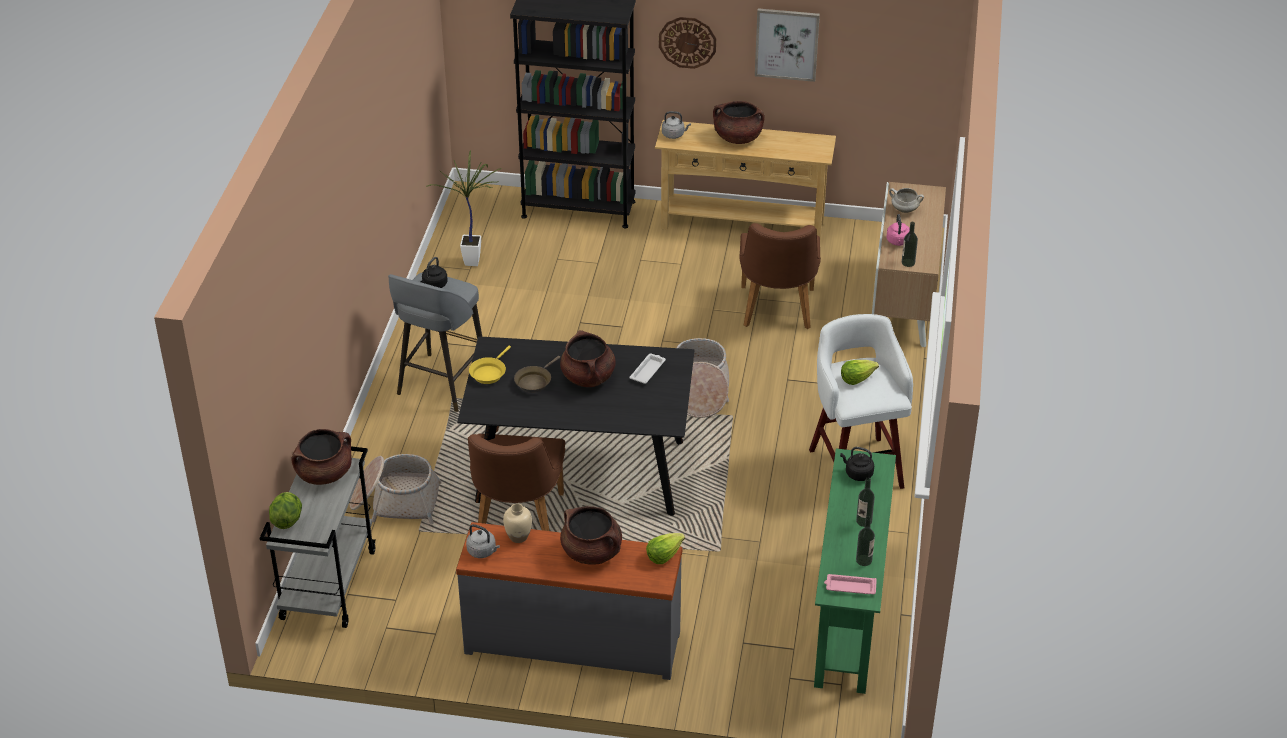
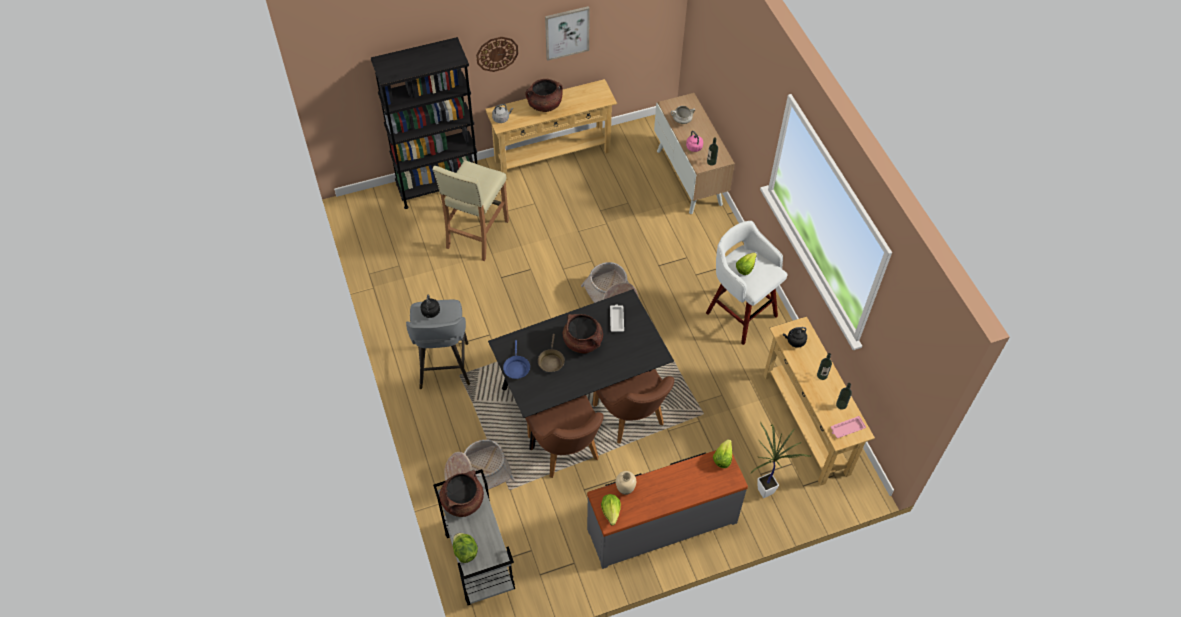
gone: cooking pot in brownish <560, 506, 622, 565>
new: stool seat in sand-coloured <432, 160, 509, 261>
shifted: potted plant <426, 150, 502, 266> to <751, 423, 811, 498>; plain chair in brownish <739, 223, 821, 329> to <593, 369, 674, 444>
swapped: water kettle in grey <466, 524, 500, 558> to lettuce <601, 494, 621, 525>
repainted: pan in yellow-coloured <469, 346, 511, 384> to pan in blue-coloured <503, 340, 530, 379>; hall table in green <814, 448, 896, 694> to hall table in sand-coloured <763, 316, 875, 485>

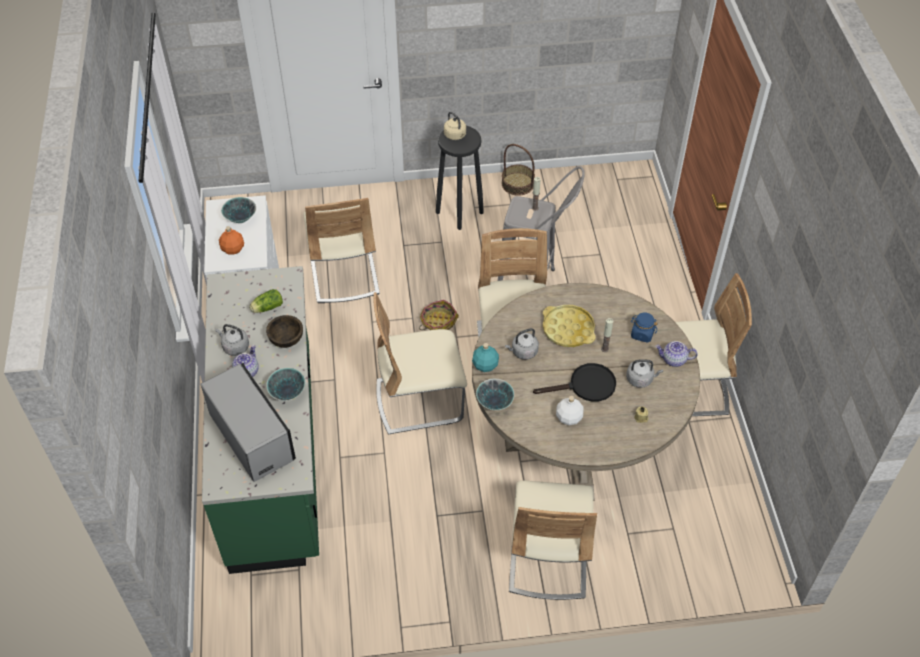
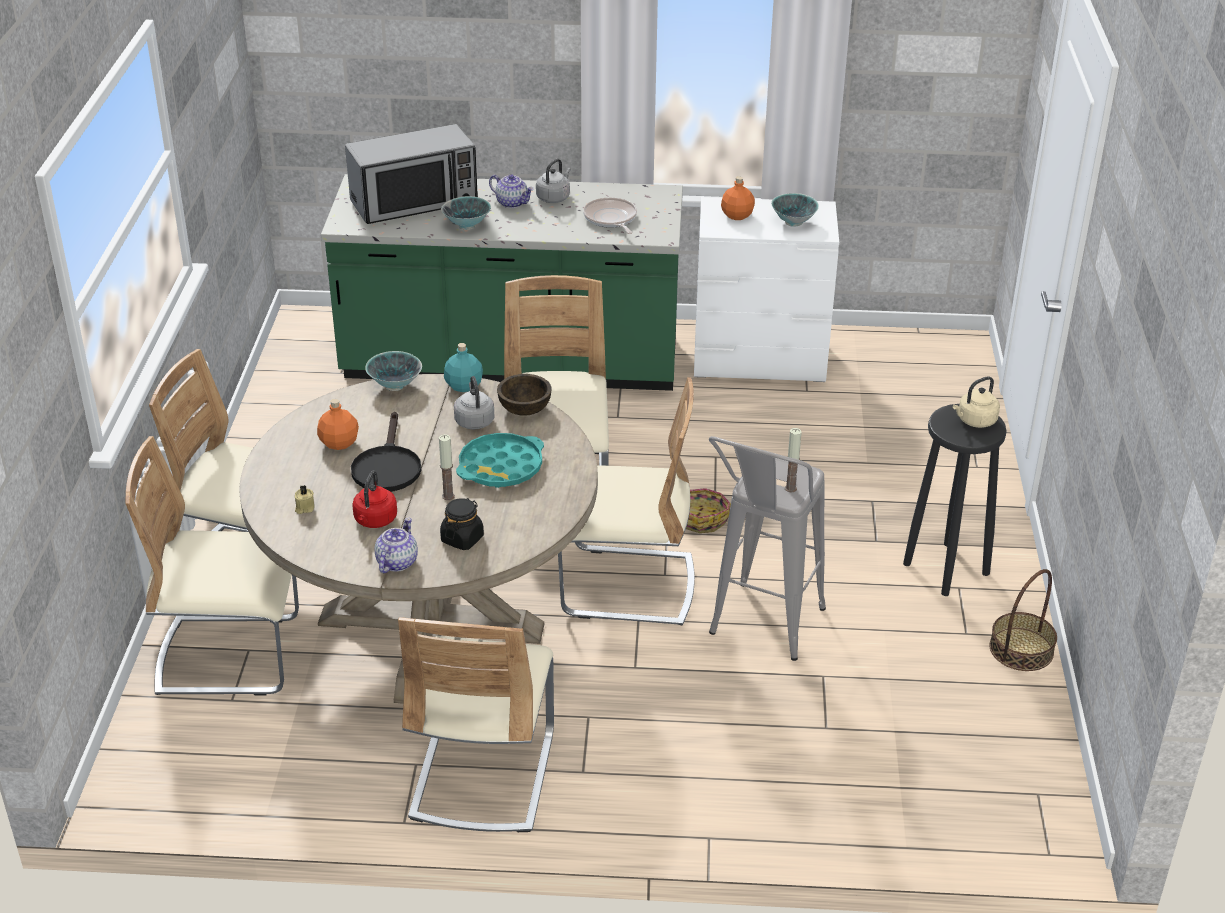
shifted: deep dish in brownish <266, 315, 303, 348> to <497, 374, 552, 416>; plain chair in sand-coloured <303, 198, 380, 303> to <126, 436, 299, 695>
swapped: lettuce <249, 289, 283, 313> to pan <583, 198, 637, 234>
repainted: serving tray in yellow-coloured <543, 305, 596, 347> to serving tray in blue-green <456, 433, 544, 488>; bottle in white <556, 396, 584, 425> to bottle in orangey <317, 399, 359, 450>; water kettle in grey <626, 359, 663, 388> to water kettle in reddish <352, 471, 397, 528>; preserve jar in blue-coloured <631, 313, 658, 343> to preserve jar in blackish <440, 498, 484, 550>

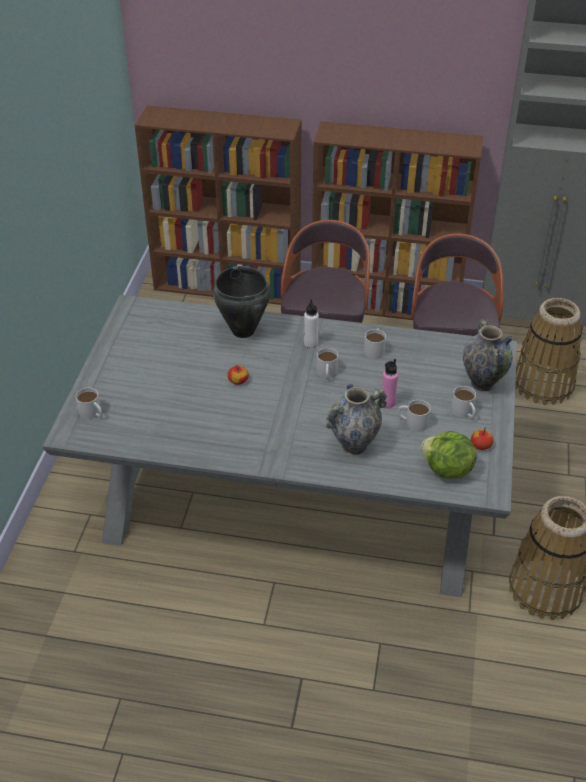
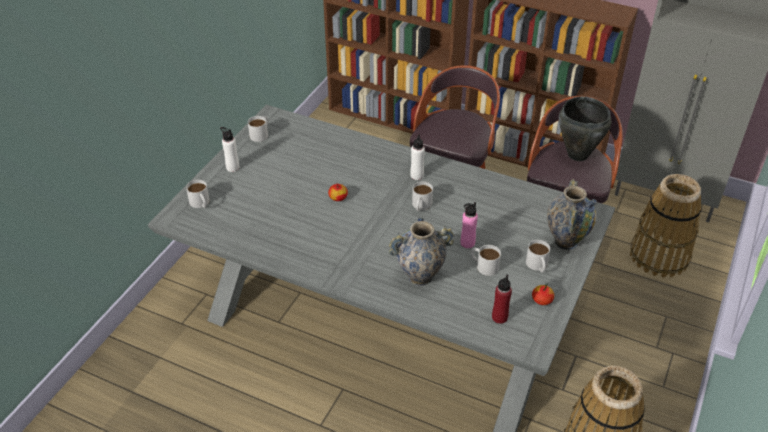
new: bottle in white <220, 127, 239, 172>
shifted: cooking pot in blackish <213, 266, 271, 338> to <559, 96, 612, 161>; coffee mug in white <364, 328, 386, 359> to <248, 116, 268, 142>
swapped: lettuce <421, 431, 477, 479> to bottle in reddish <492, 274, 512, 324>

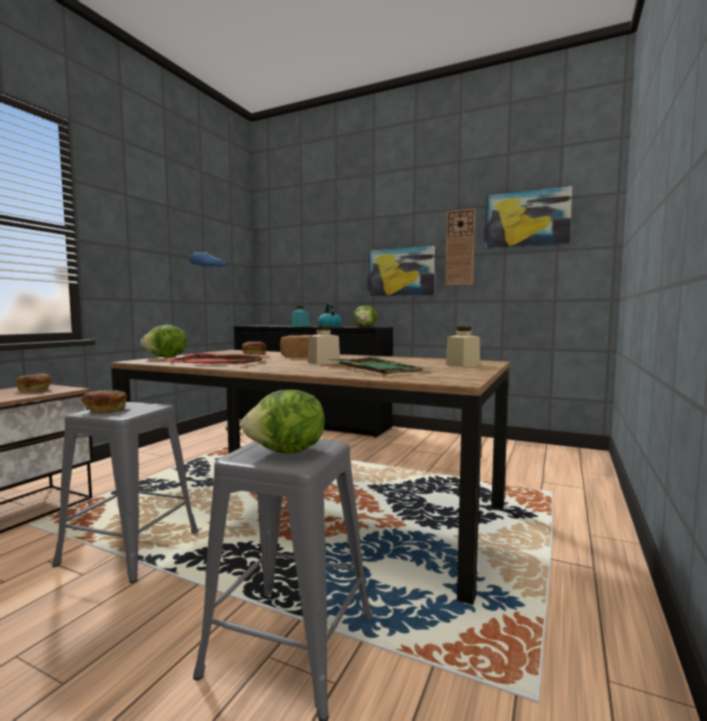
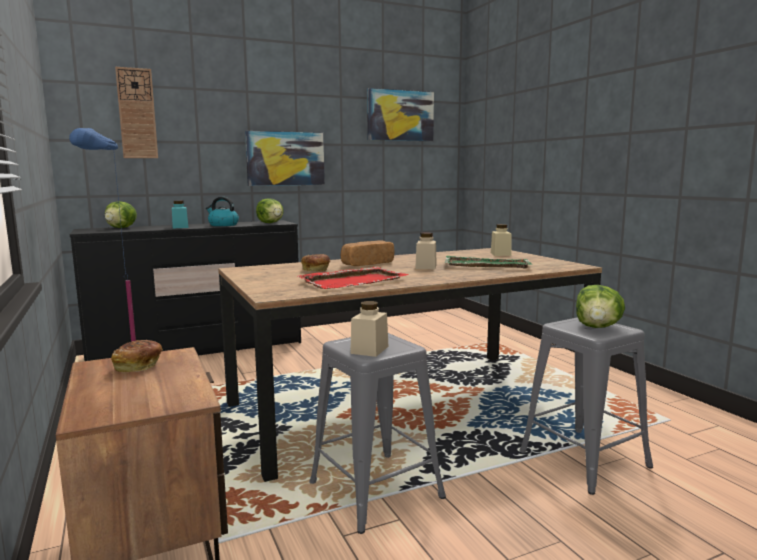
shifted: lettuce <140, 325, 187, 357> to <105, 201, 137, 228>; hanging clock <445, 208, 475, 286> to <115, 67, 158, 158>
swapped: baked bread <81, 390, 127, 413> to preserve jar in sand-coloured <350, 301, 389, 357>

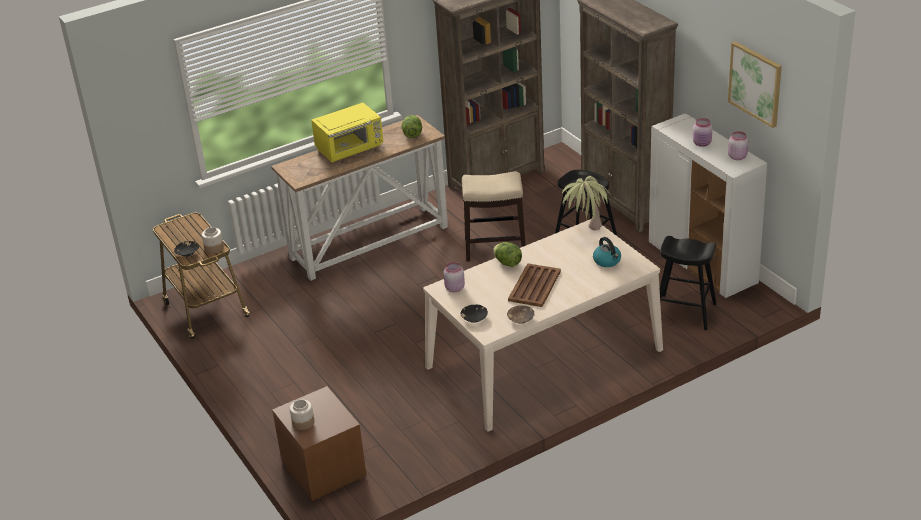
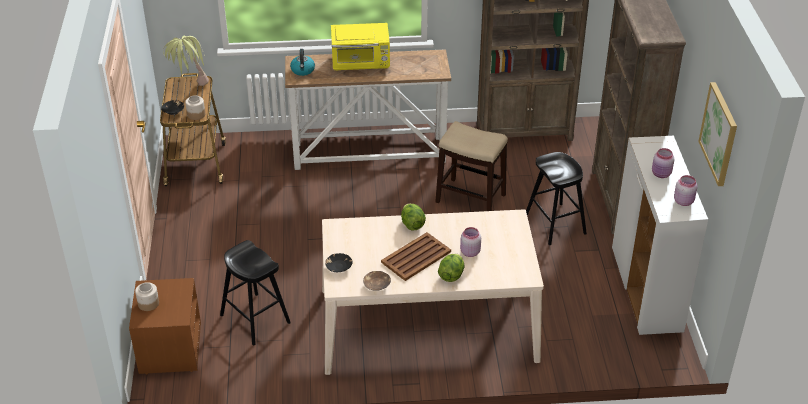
shifted: lettuce <402, 115, 422, 138> to <438, 254, 464, 282>; preserve jar in pink-coloured <444, 262, 465, 292> to <460, 227, 481, 257>; potted plant <562, 176, 610, 231> to <163, 36, 209, 86>; water kettle <593, 237, 621, 267> to <290, 49, 315, 76>; stool seat in blackish <660, 236, 717, 330> to <220, 240, 291, 345>

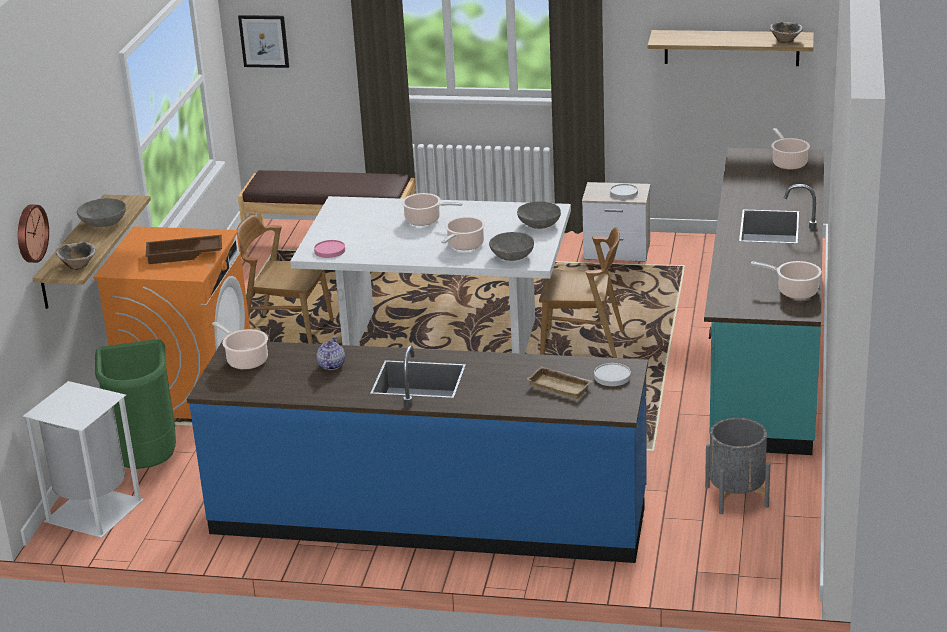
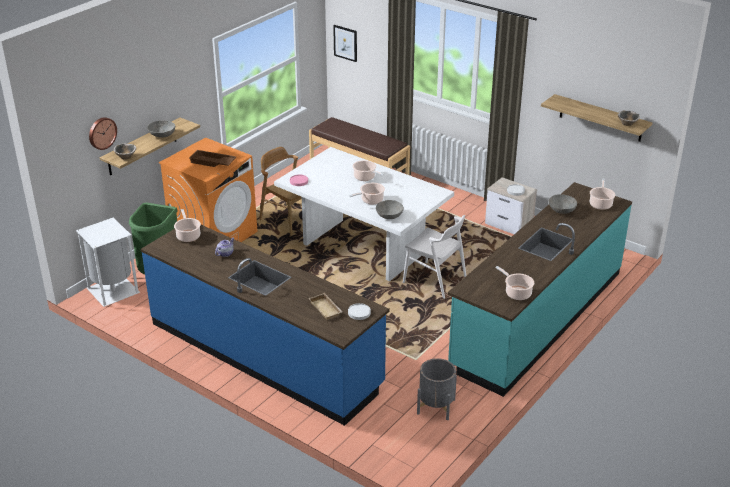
shifted: deep dish in grey <517, 201, 561, 229> to <549, 194, 577, 214>
repainted: plain chair in brownish <539, 227, 624, 358> to plain chair in white <403, 215, 466, 299>

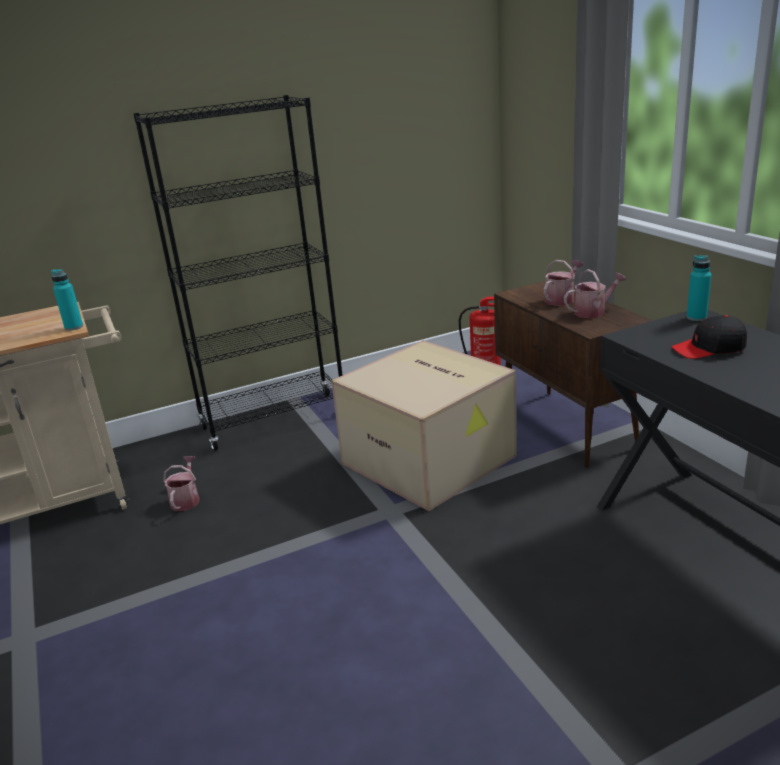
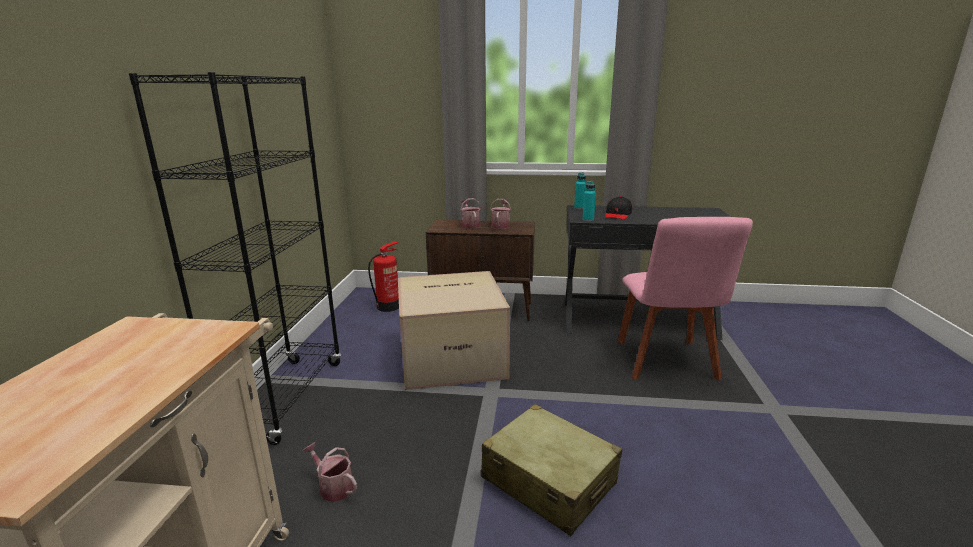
new: suitcase in sand-coloured <481, 404, 622, 536>; plain chair in pink-coloured <618, 217, 753, 381>
shifted: bottle in blue-green <51, 269, 83, 331> to <582, 181, 596, 221>

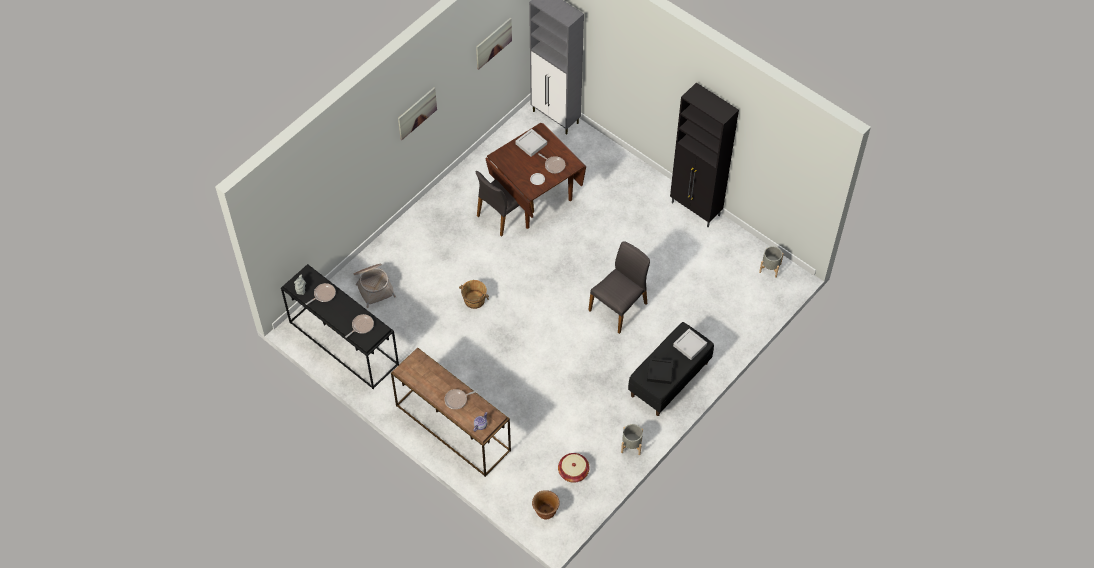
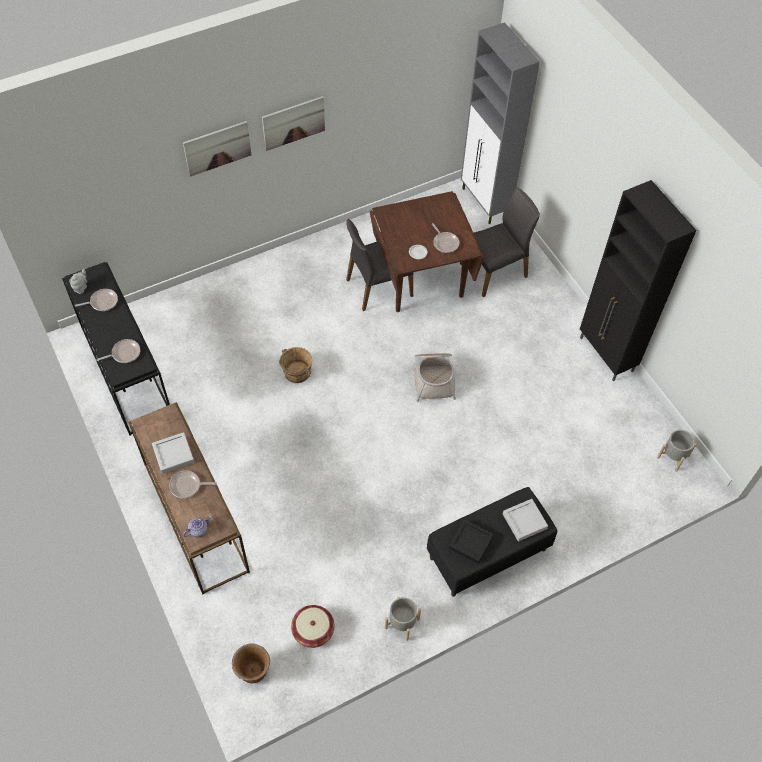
shifted: basket <354, 264, 396, 308> to <413, 354, 456, 402>; wall picture <476, 18, 512, 70> to <183, 121, 251, 177>; serving tray in grey <515, 129, 547, 157> to <152, 432, 195, 474>; plain chair in grey <588, 241, 650, 334> to <460, 188, 540, 297>

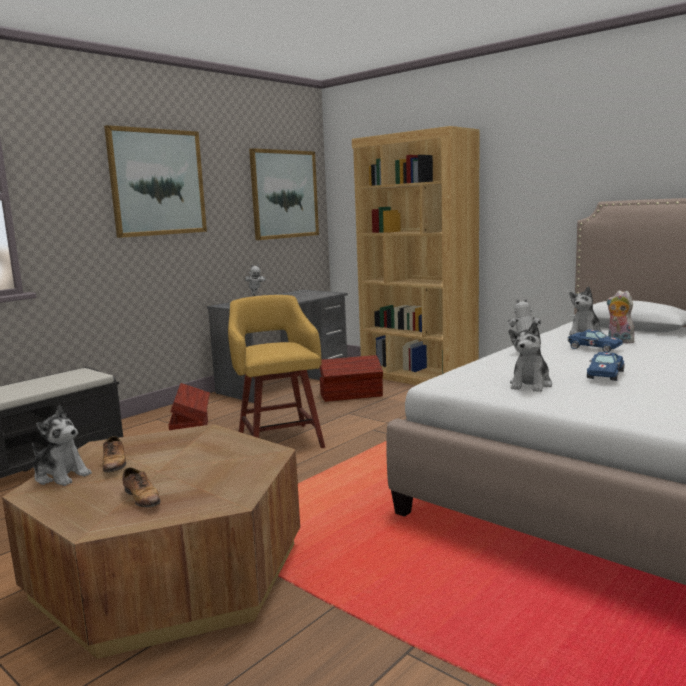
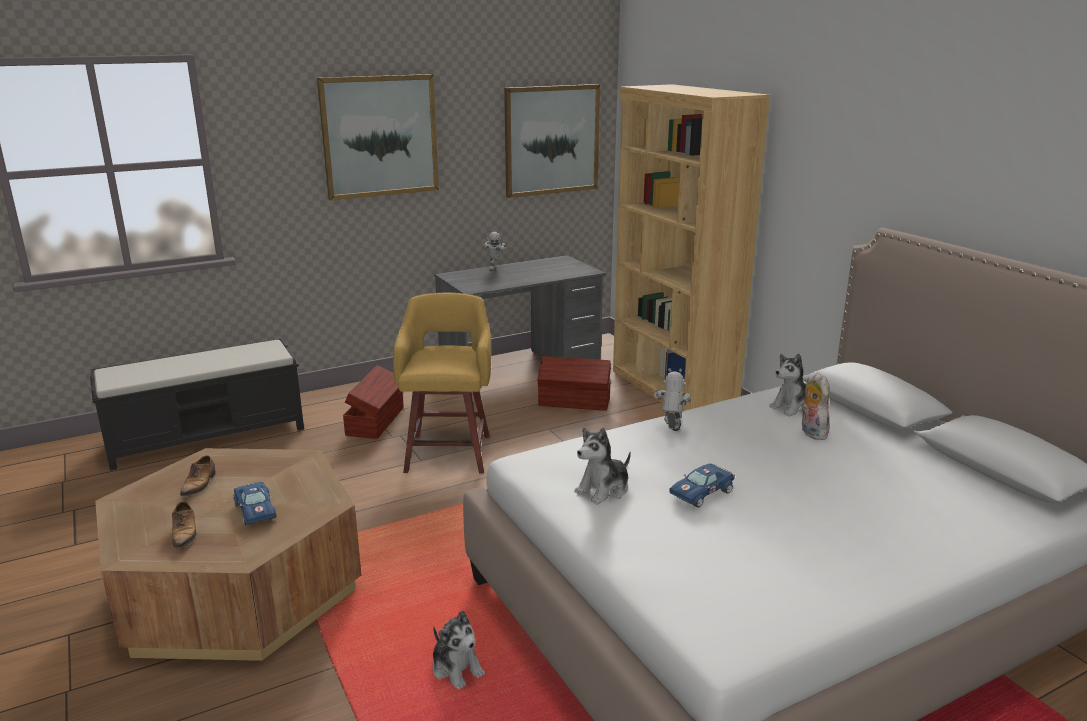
shifted: cuddly toy <32, 405, 92, 486> to <432, 610, 485, 690>; toy car in blue-coloured <568, 330, 623, 352> to <233, 481, 276, 525>

